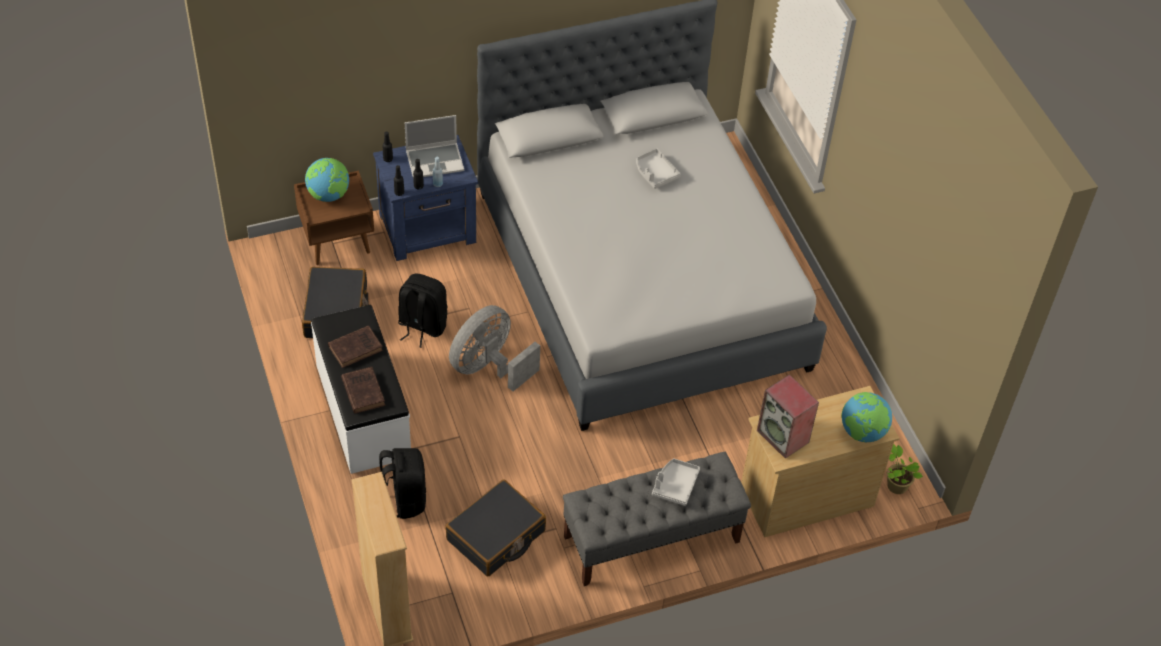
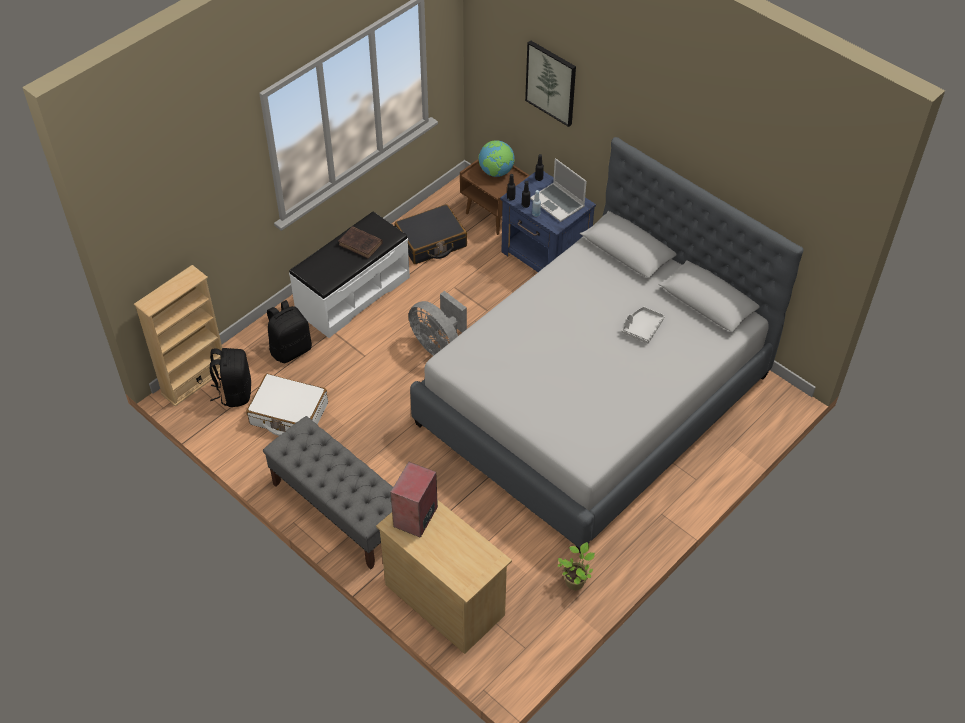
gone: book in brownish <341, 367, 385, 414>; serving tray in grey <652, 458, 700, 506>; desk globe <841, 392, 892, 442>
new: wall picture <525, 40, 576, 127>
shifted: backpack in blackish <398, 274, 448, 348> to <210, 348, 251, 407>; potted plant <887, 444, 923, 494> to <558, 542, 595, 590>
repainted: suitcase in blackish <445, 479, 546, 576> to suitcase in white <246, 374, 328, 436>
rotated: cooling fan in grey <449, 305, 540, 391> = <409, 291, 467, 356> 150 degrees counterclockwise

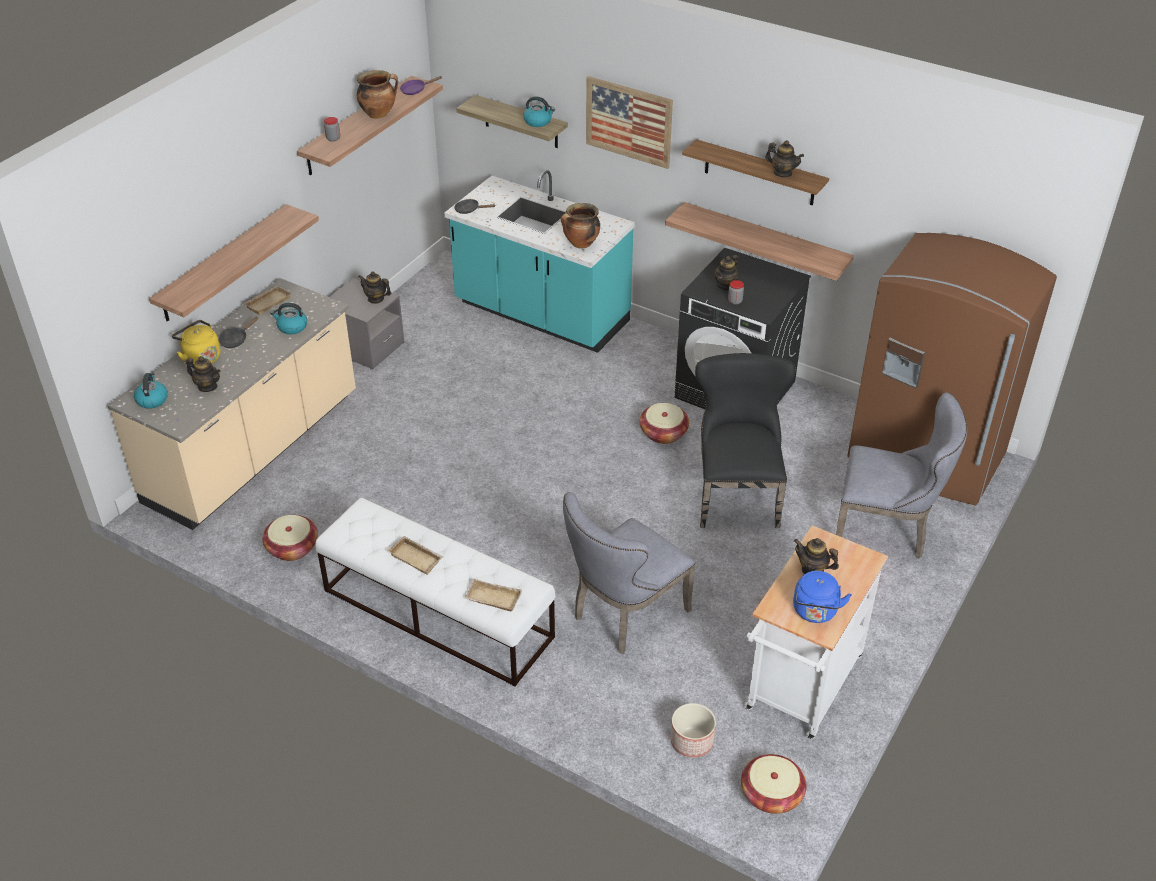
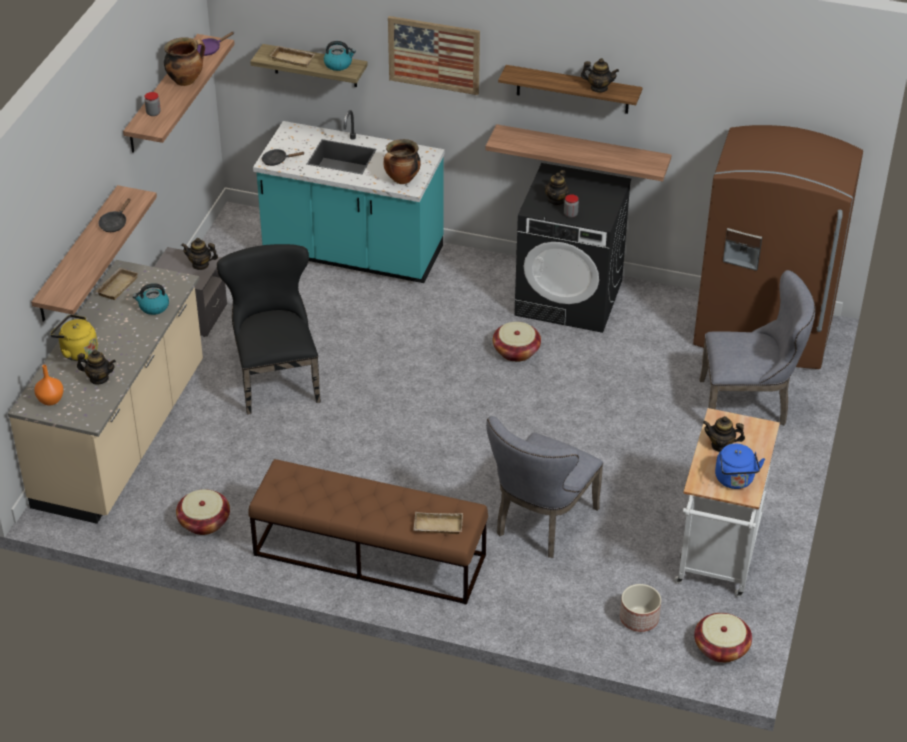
shifted: pan in blackish <219, 317, 258, 348> to <98, 198, 131, 232>; serving tray in sand-coloured <388, 536, 443, 575> to <270, 46, 315, 67>; plain chair in blackish <695, 353, 795, 528> to <217, 244, 321, 415>
swapped: water kettle <134, 373, 168, 409> to flower vase in orangey <34, 365, 64, 405>
repainted: bench in white <315, 498, 555, 687> to bench in brownish <248, 459, 488, 605>

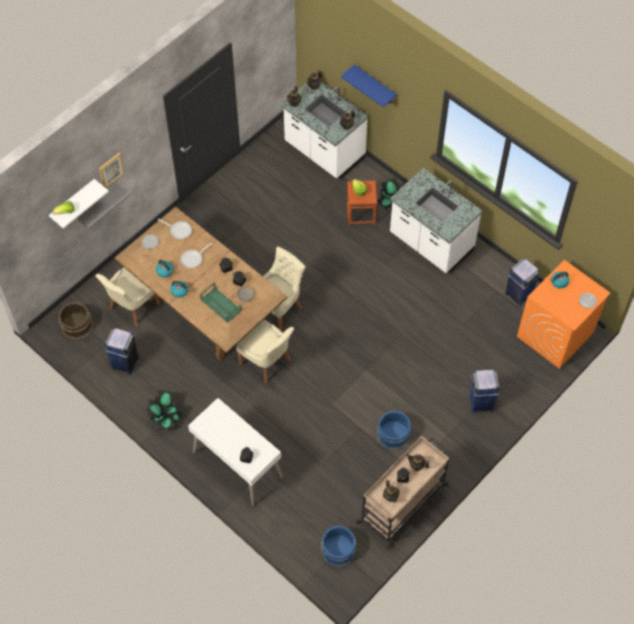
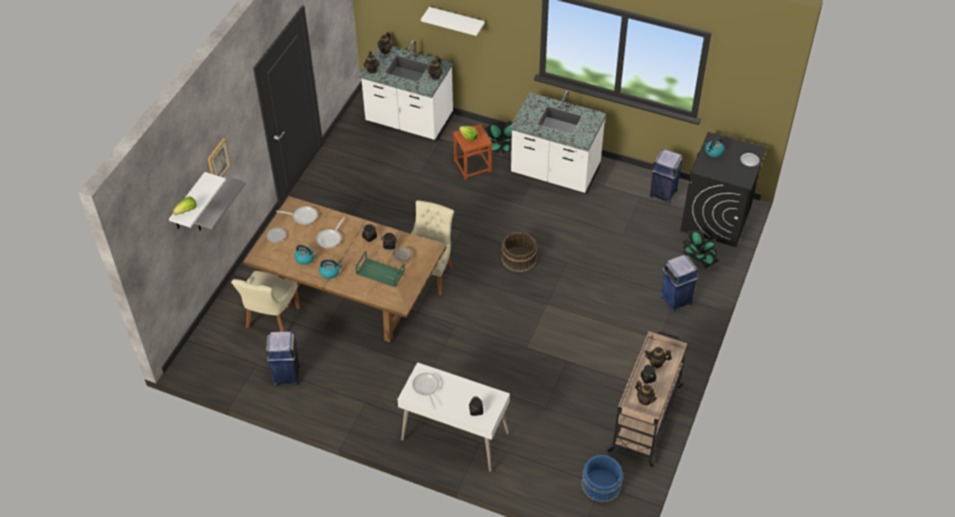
gone: plain chair in sand-coloured <236, 320, 294, 384>; bucket in blue-coloured <377, 411, 411, 450>
new: pan <412, 373, 439, 409>
shifted: bucket in brownish <58, 302, 93, 339> to <501, 232, 537, 272>; potted plant <146, 390, 182, 431> to <682, 230, 719, 268>
repainted: shelf in blue-coloured <341, 65, 397, 107> to shelf in white <421, 7, 485, 36>; washing machine in orangey <517, 260, 610, 369> to washing machine in blackish <680, 132, 767, 247>

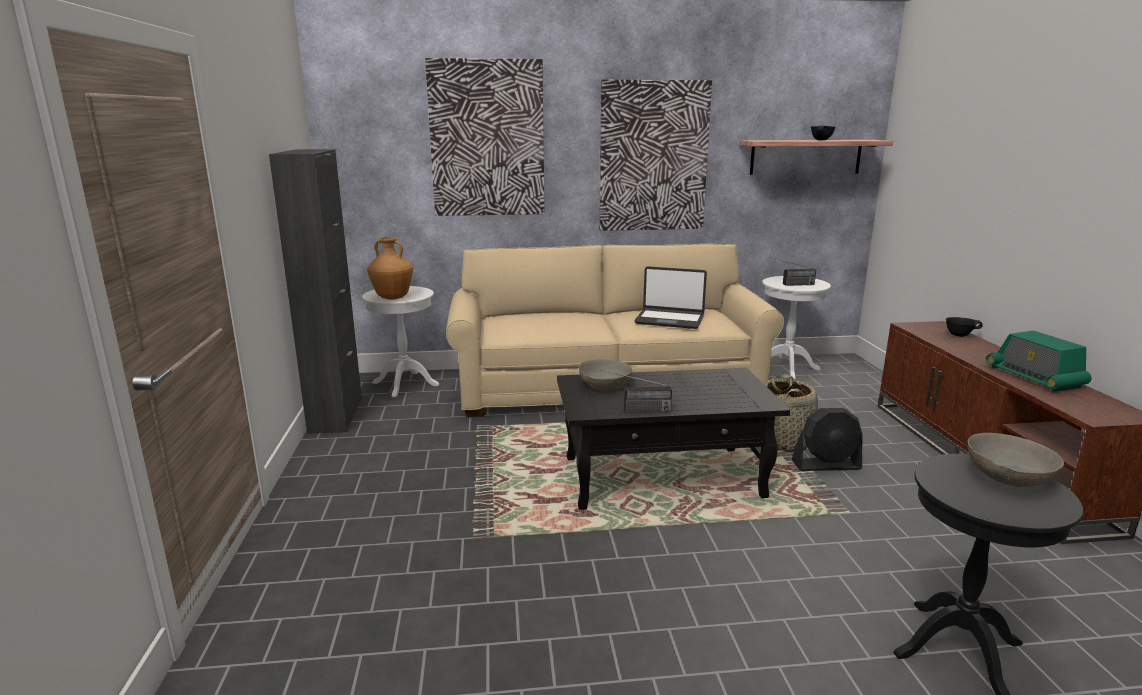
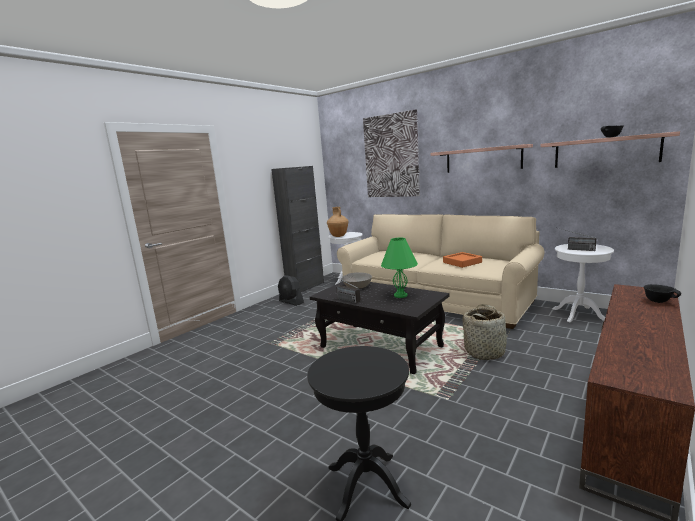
gone: deep dish in grey <967, 433, 1064, 487>; radio receiver <986, 331, 1092, 392>
new: lamp for a table in green <381, 238, 418, 298>
shifted: cooling fan in blackish <792, 408, 863, 471> to <278, 275, 304, 306>
swapped: wall picture <599, 80, 712, 231> to shelf <431, 144, 533, 173>; laptop <634, 266, 707, 329> to serving tray in orangey <443, 252, 482, 268>

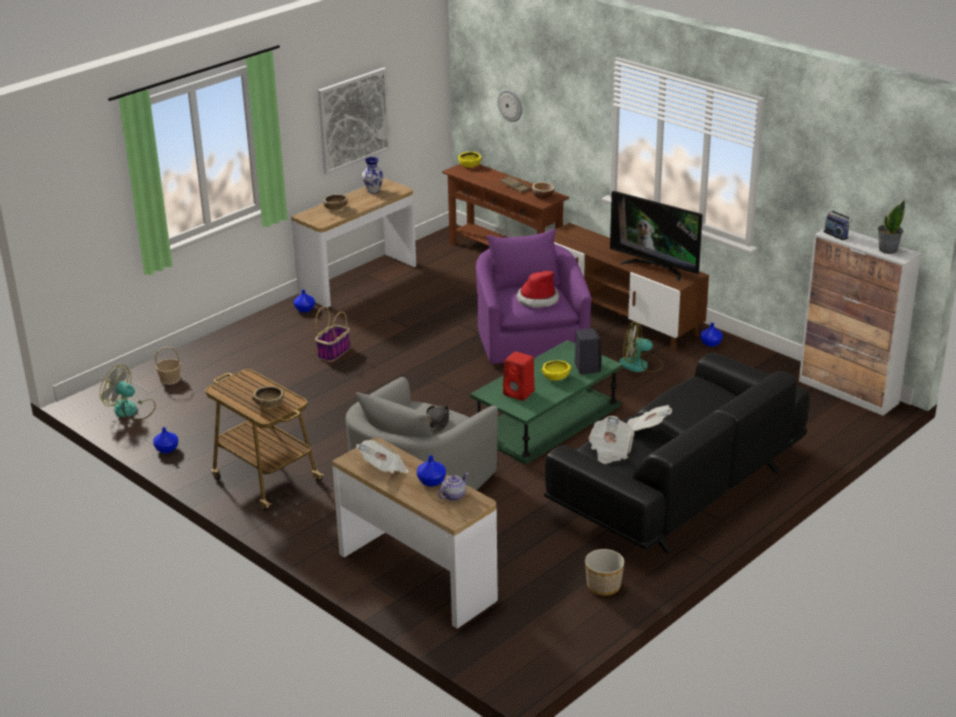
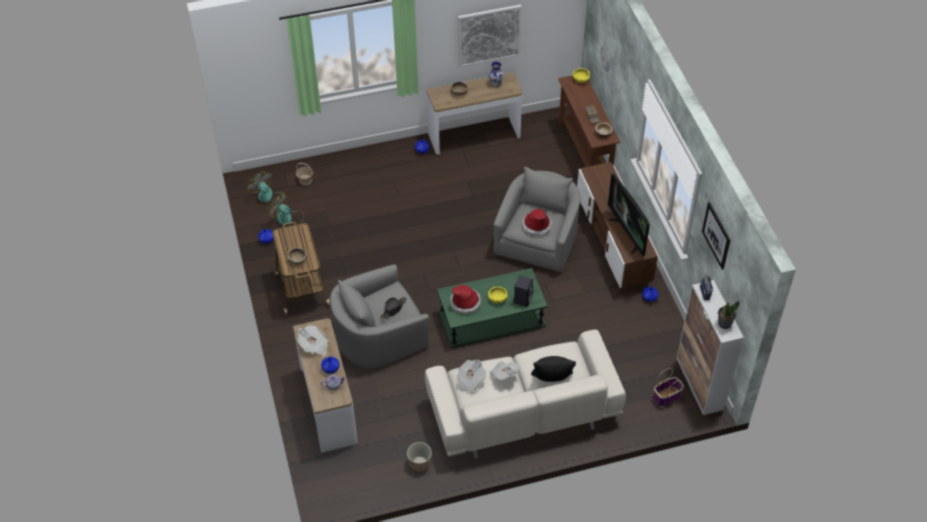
new: throw pillow in blackish <531, 356, 576, 382>; wall picture <702, 202, 730, 270>
shifted: basket <315, 307, 350, 362> to <653, 368, 684, 407>; cooling fan <619, 322, 663, 372> to <268, 193, 304, 227>
swapped: speaker in reddish <503, 351, 535, 401> to wearable hat <450, 285, 481, 314>
repainted: armchair in purplish <476, 229, 591, 364> to armchair in grey <494, 167, 581, 272>; sofa in blackish <544, 352, 810, 553> to sofa in sand-coloured <425, 330, 626, 458>

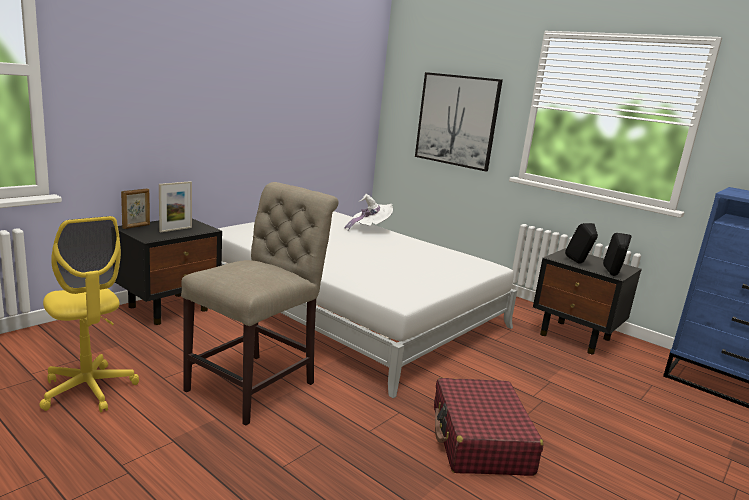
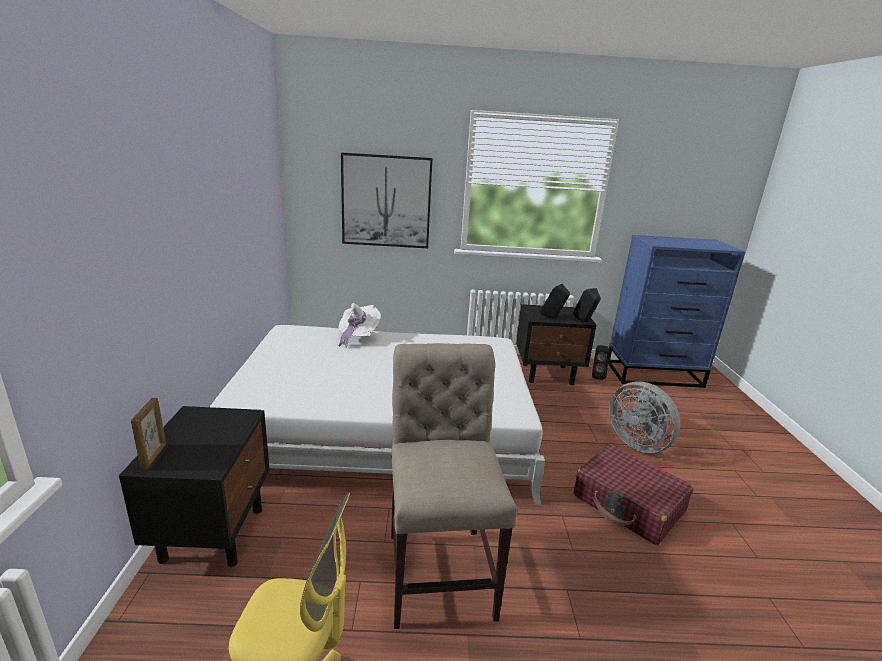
gone: picture frame <159, 181, 192, 232>
new: speaker in blackish <592, 345, 609, 380>; cooling fan in grey <609, 381, 680, 453>

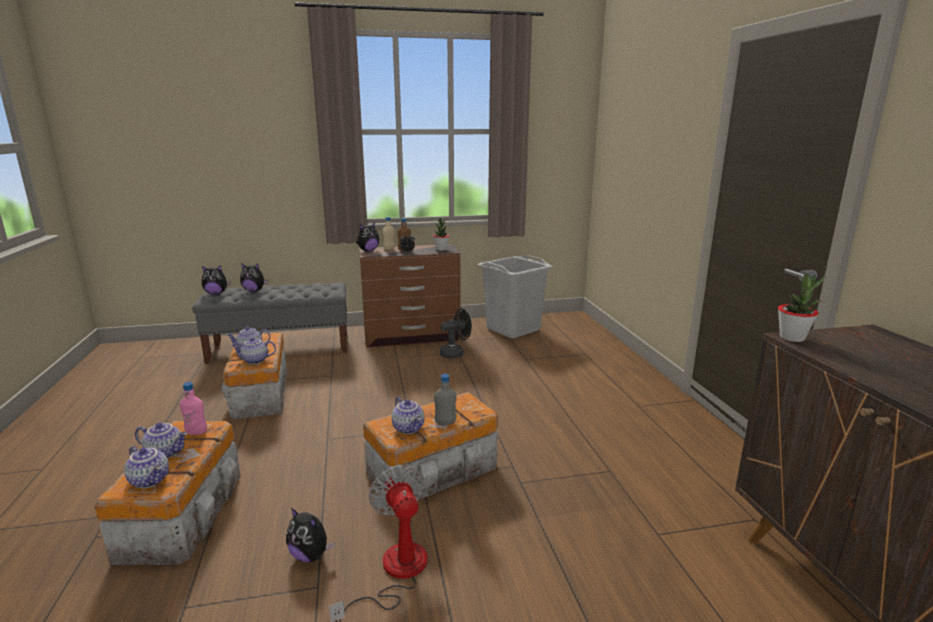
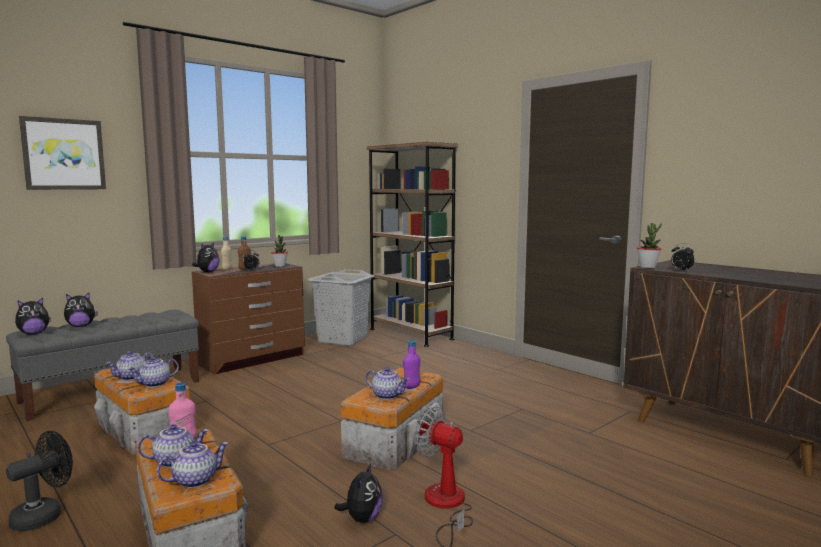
new: wall picture <19, 116, 106, 190>; bookcase in brownish <367, 142, 458, 347>; alarm clock <671, 243, 695, 272>
shifted: cooling fan in blackish <440, 309, 472, 359> to <6, 431, 73, 531>
repainted: bottle in grey <434, 374, 456, 425> to bottle in purplish <403, 340, 420, 389>
rotated: tea pot <124, 446, 169, 488> = <157, 441, 228, 488> 45 degrees counterclockwise; cuddly toy <286, 508, 334, 562> = <334, 464, 383, 523> 75 degrees counterclockwise

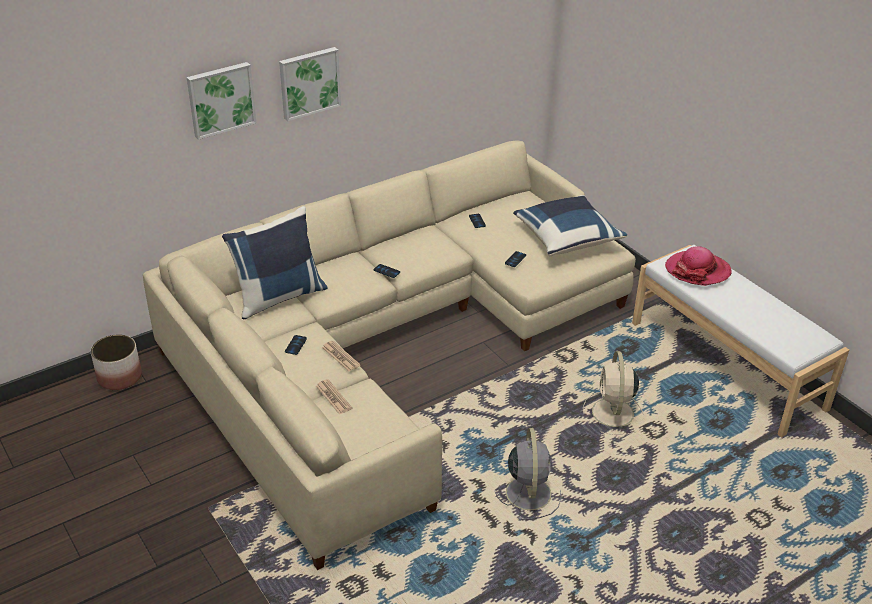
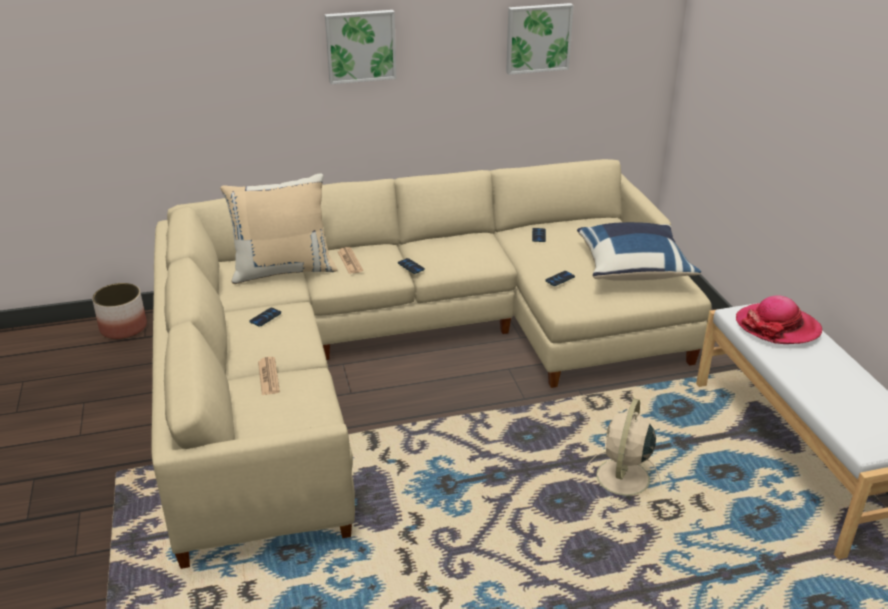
gone: cooling fan in grey <495, 428, 562, 521>
shifted: wall picture <187, 62, 256, 140> to <506, 3, 574, 75>; daily paper <322, 341, 360, 371> to <338, 247, 363, 274>
repainted: throw pillow in blue-coloured <222, 206, 328, 319> to throw pillow in sand-coloured <220, 173, 338, 284>

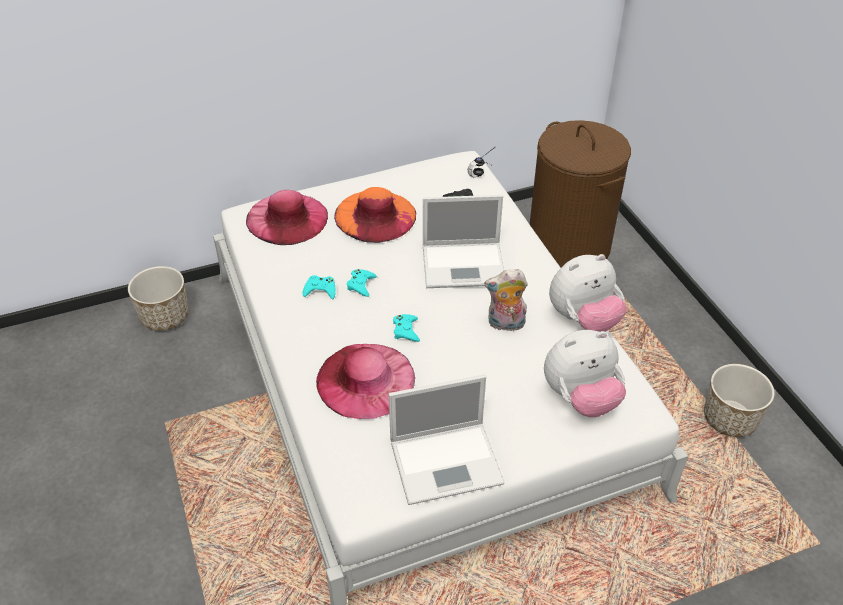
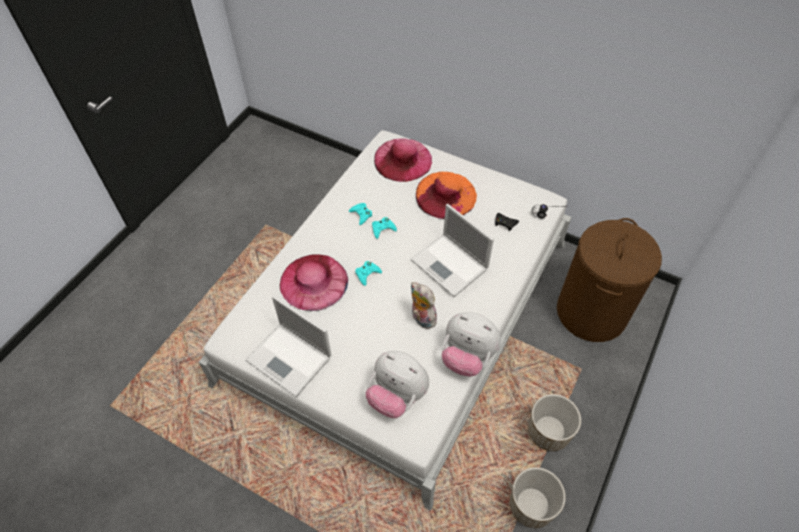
shifted: planter <128, 266, 189, 331> to <528, 394, 581, 451>

